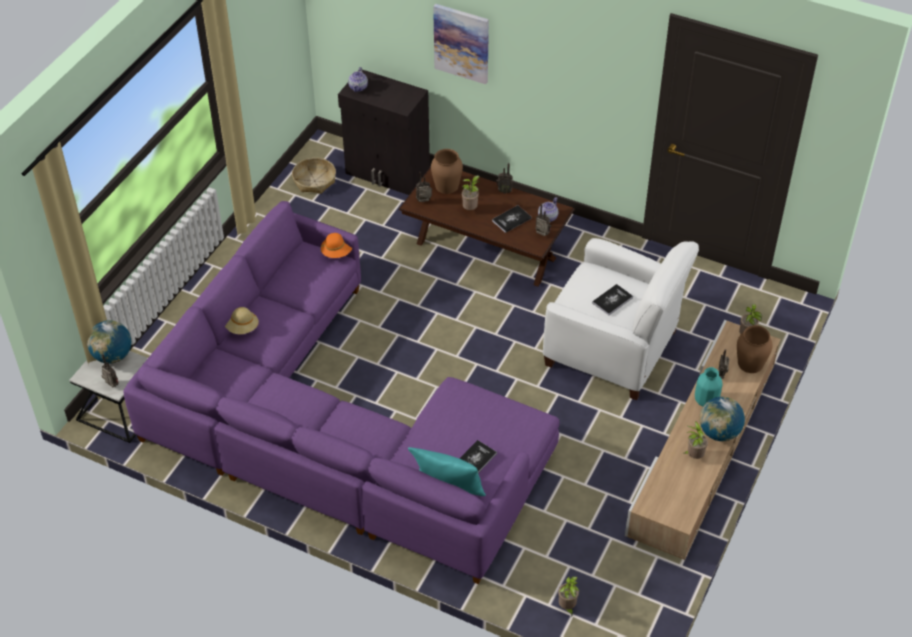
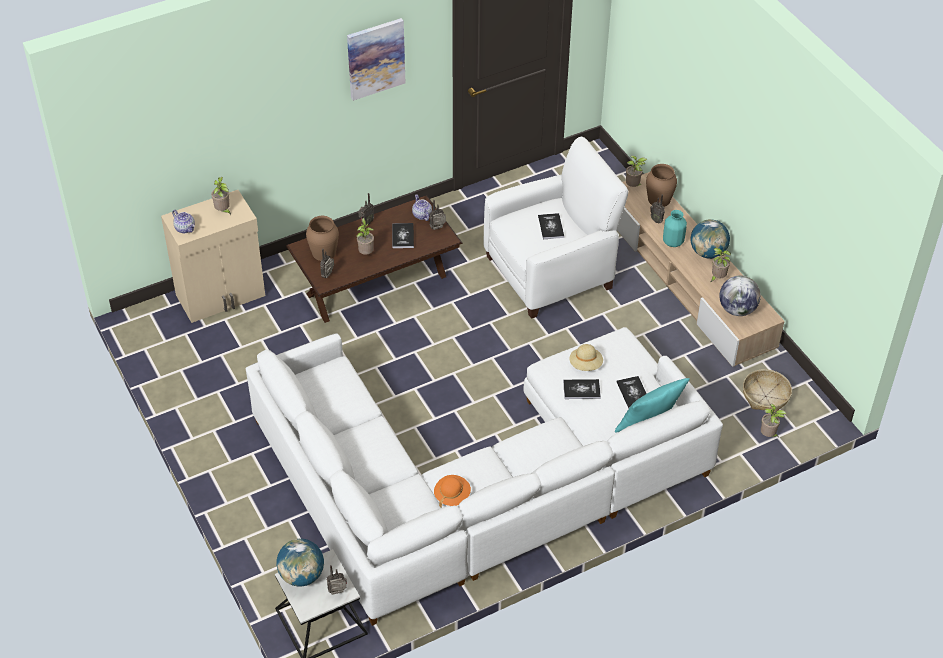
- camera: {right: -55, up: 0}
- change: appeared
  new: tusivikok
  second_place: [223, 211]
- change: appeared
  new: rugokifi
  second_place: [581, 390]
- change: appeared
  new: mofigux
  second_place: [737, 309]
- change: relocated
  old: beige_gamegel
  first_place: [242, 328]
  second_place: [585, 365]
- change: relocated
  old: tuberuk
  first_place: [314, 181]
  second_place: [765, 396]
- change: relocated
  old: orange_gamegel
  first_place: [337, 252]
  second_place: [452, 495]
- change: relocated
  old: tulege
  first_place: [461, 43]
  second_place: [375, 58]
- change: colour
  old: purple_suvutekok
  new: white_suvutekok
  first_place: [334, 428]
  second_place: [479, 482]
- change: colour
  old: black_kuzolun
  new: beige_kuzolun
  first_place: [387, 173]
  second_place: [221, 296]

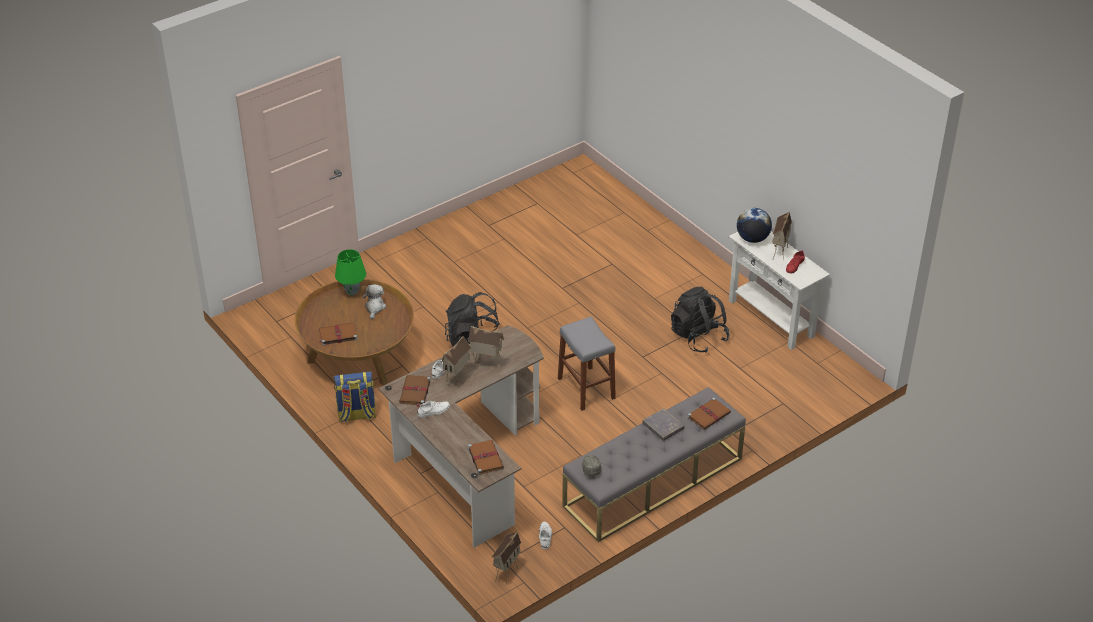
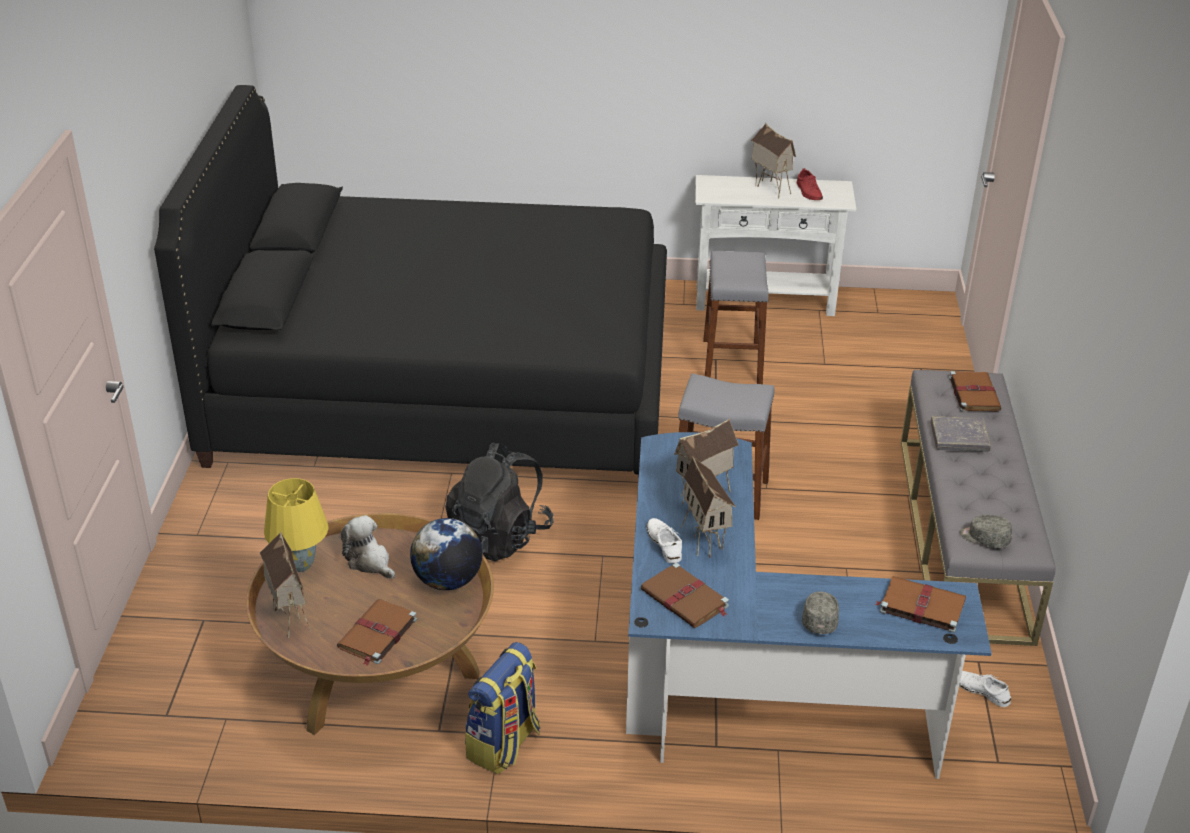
- camera: {right: -50, up: -5}
- change: missing
  old: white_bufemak
  first_place: [433, 411]
- change: appeared
  new: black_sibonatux
  second_place: [445, 387]
- change: appeared
  new: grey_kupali
  second_place: [820, 618]
- change: relocated
  old: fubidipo
  first_place: [506, 572]
  second_place: [289, 617]
- change: relocated
  old: mofigux
  first_place: [752, 239]
  second_place: [447, 581]
- change: exchanged
  old: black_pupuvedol
  new: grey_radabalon
  first_place: [698, 337]
  second_place: [732, 362]
- change: colour
  old: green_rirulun
  new: yellow_rirulun
  first_place: [352, 292]
  second_place: [300, 565]
- change: colour
  old: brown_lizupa
  new: blue_lizupa
  first_place: [467, 460]
  second_place: [741, 680]

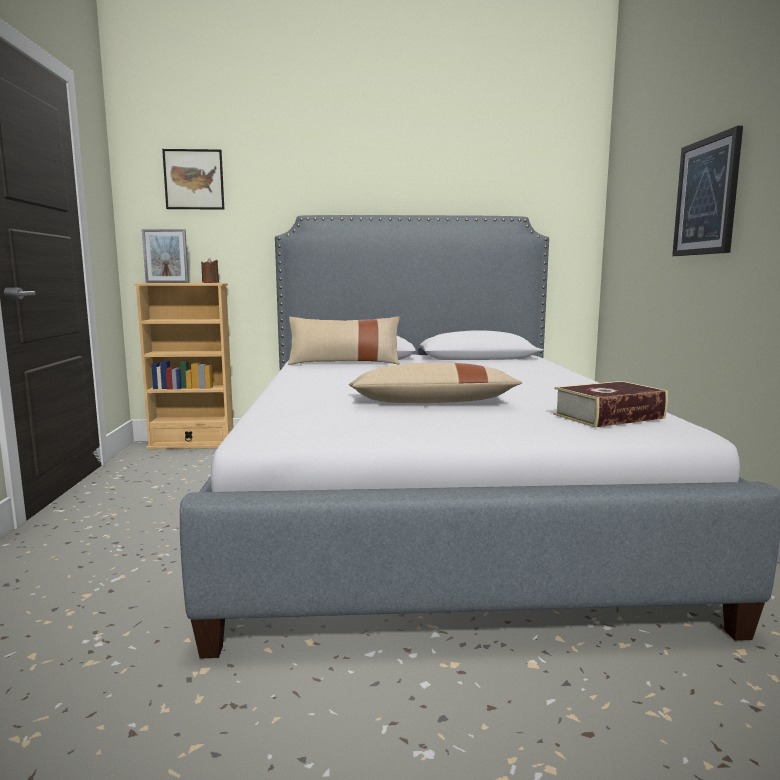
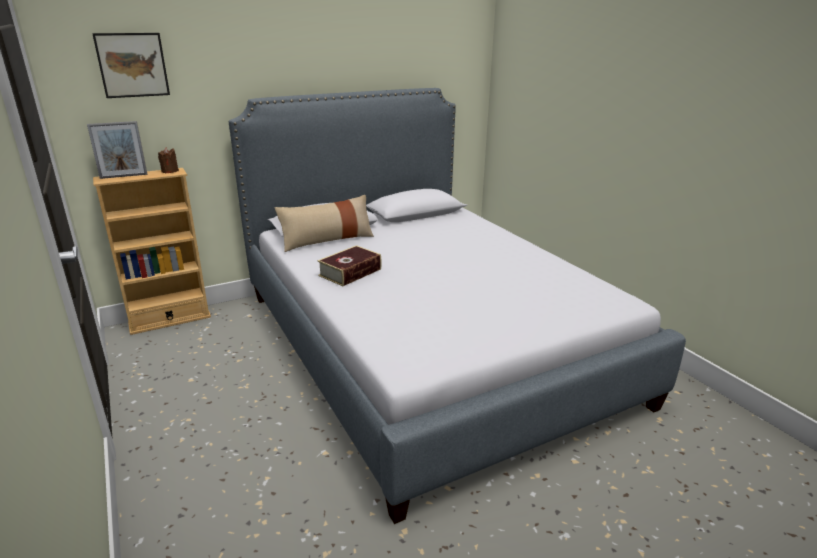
- camera: {right: -25, up: 15}
- change: missing
  old: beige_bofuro
  first_place: [432, 403]
- change: missing
  old: tulege
  first_place: [707, 197]
- change: relocated
  old: rugokifi
  first_place: [608, 416]
  second_place: [350, 272]

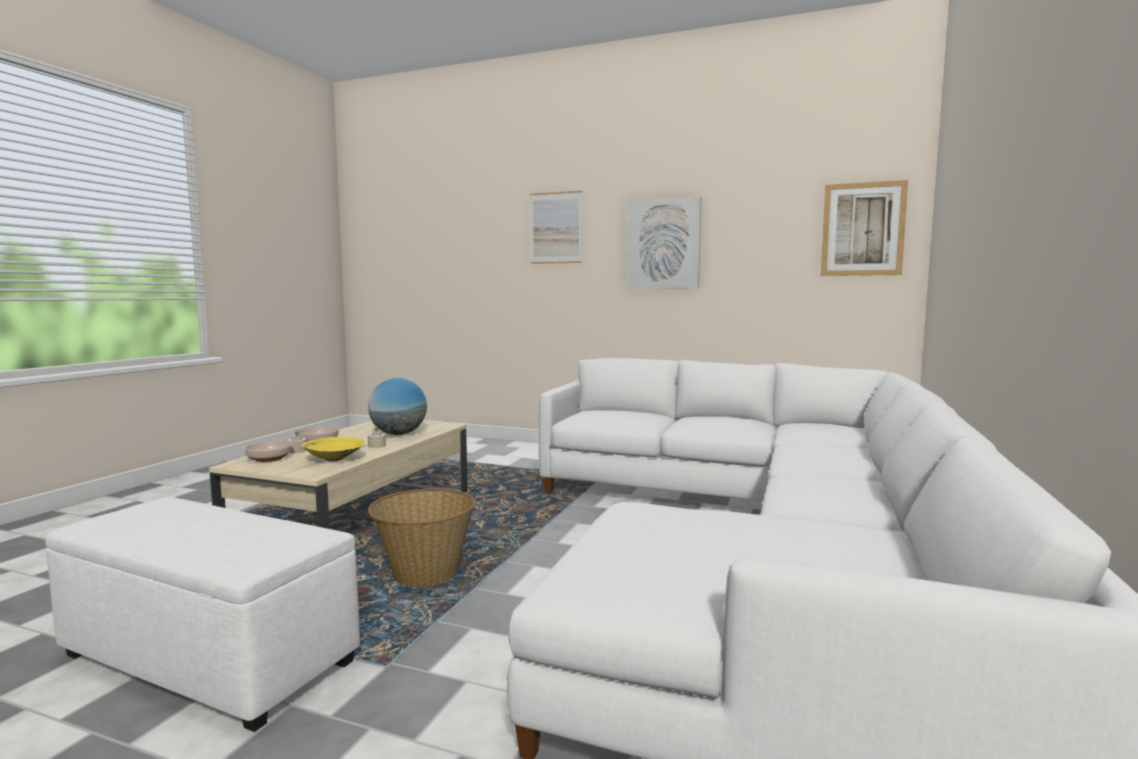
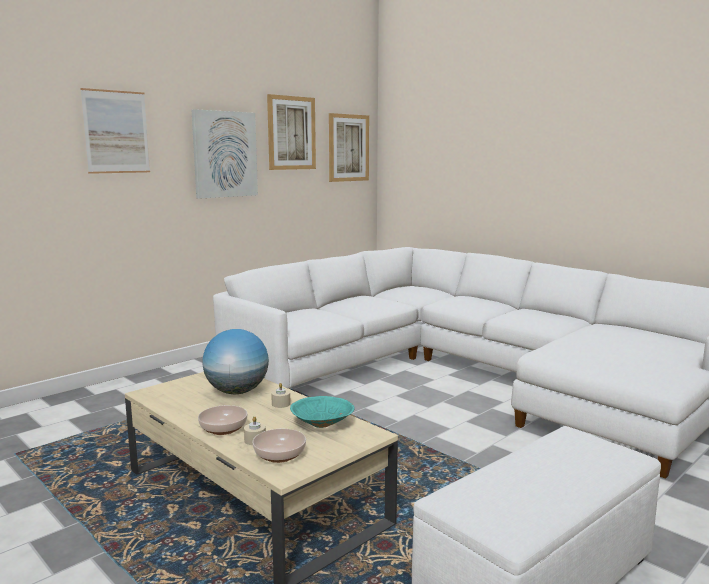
- camera: {right: -65, up: 5}
- change: missing
  old: tuberuk
  first_place: [424, 575]
- change: appeared
  new: tulege
  second_place: [291, 133]
- change: colour
  old: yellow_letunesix
  new: turquoise_letunesix
  first_place: [335, 460]
  second_place: [323, 424]

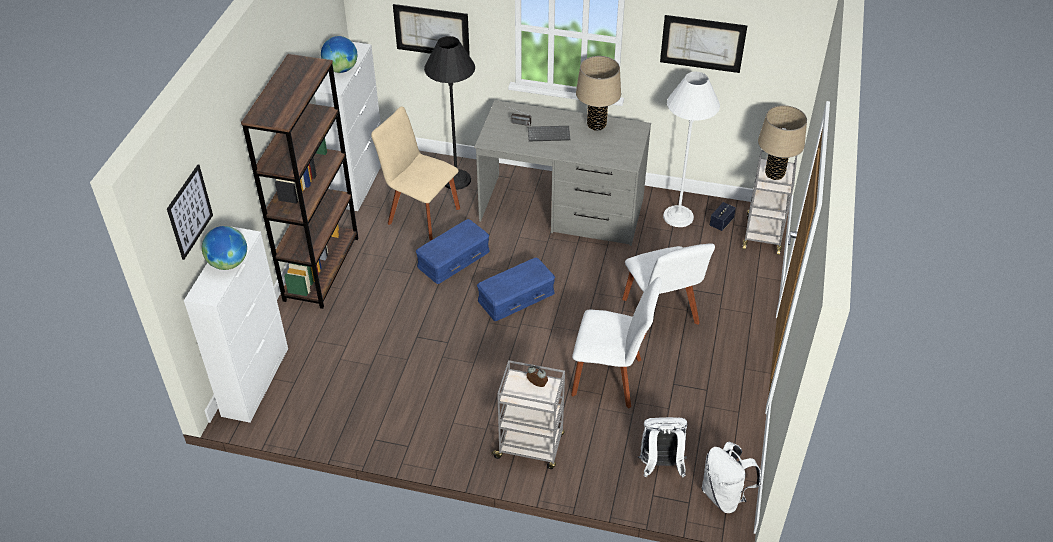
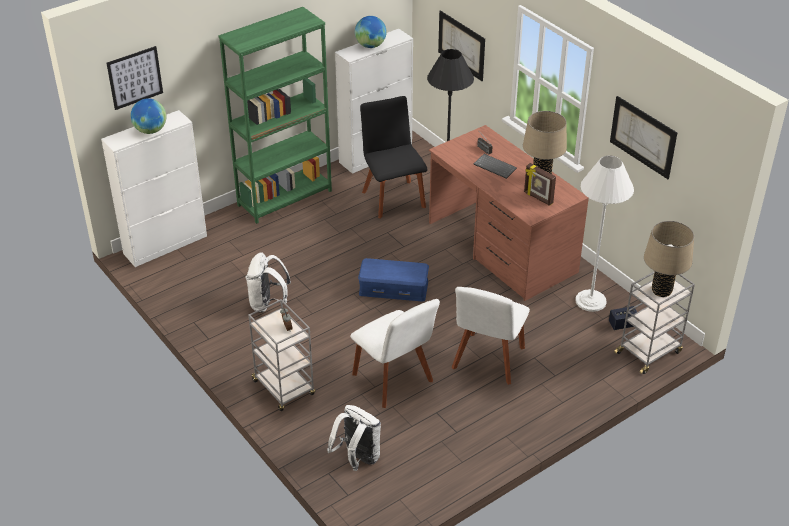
- camera: {right: 40, up: -5}
- change: missing
  old: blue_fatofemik
  first_place: [453, 258]
- change: appeared
  new: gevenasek
  second_place: [538, 198]
- change: relocated
  old: white_pupuvedol
  first_place: [724, 496]
  second_place: [268, 303]
- change: colour
  old: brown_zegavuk
  new: green_zegavuk
  first_place: [321, 268]
  second_place: [285, 198]
- change: colour
  old: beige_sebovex
  new: black_sebovex
  first_place: [421, 214]
  second_place: [393, 197]
- change: colour
  old: grey_lizupa
  new: brown_lizupa
  first_place: [562, 210]
  second_place: [501, 247]

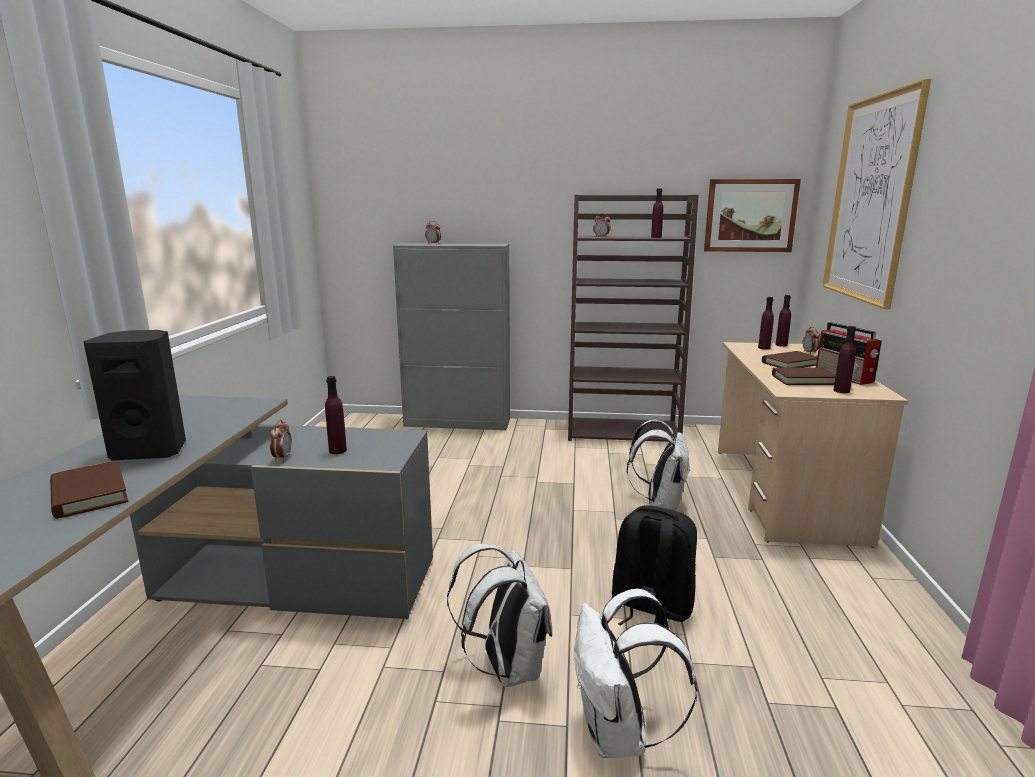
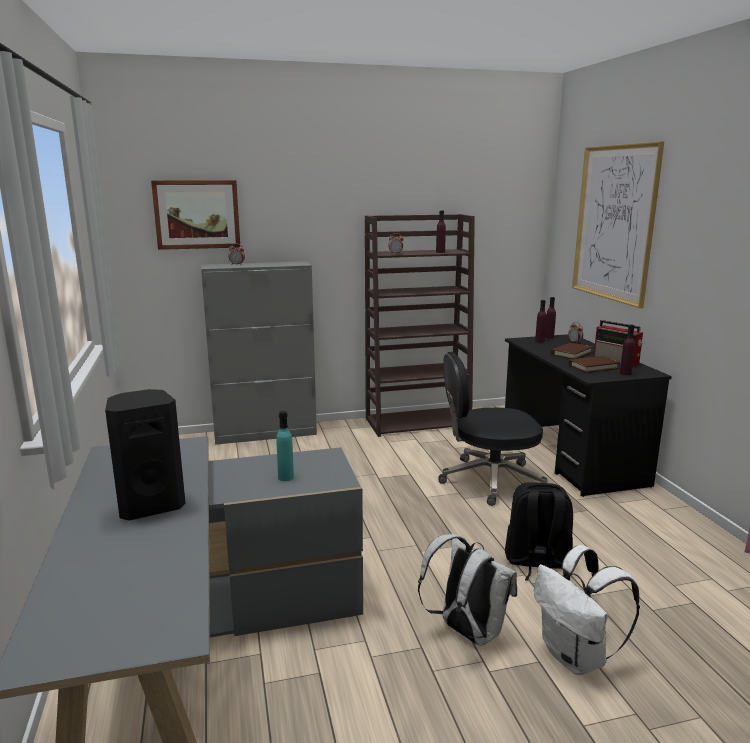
- camera: {right: -20, up: 0}
- change: missing
  old: brown_rugokifi
  first_place: [89, 494]
- change: missing
  old: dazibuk
  first_place: [282, 458]
- change: relocated
  old: tulege
  first_place: [750, 215]
  second_place: [197, 214]
- change: exchanged
  old: white_pupuvedol
  new: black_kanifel
  first_place: [660, 504]
  second_place: [489, 480]
- change: colour
  old: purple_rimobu
  new: turquoise_rimobu
  first_place: [337, 450]
  second_place: [286, 477]
- change: colour
  old: beige_lizupa
  new: black_lizupa
  first_place: [784, 493]
  second_place: [570, 456]

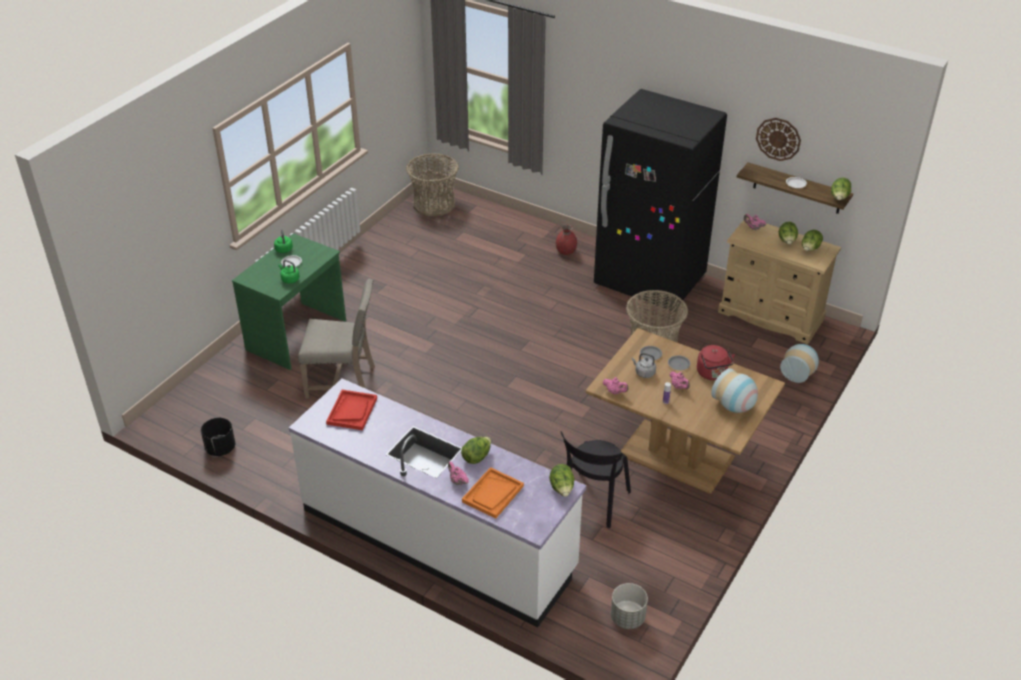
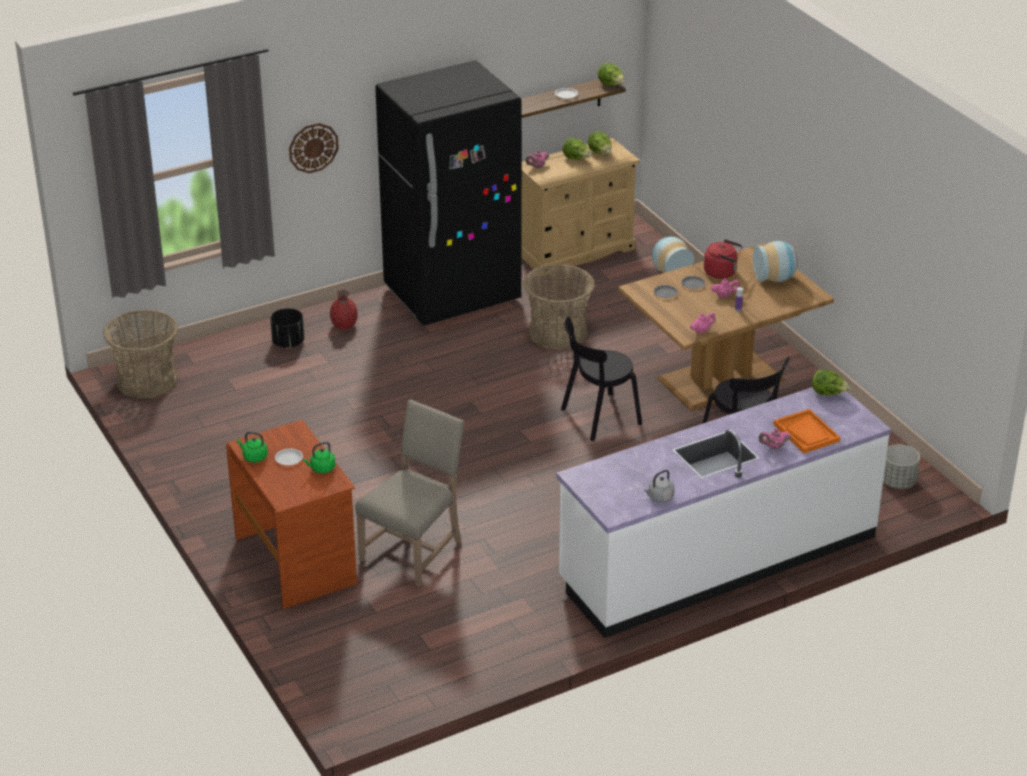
- camera: {right: -60, up: -5}
- change: missing
  old: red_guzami
  first_place: [352, 411]
- change: missing
  old: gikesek
  first_place: [477, 457]
- change: appeared
  new: black_sebovex
  second_place: [597, 418]
- change: relocated
  old: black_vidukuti
  first_place: [220, 448]
  second_place: [288, 343]
- change: relocated
  old: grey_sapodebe
  first_place: [644, 373]
  second_place: [659, 498]
- change: relocated
  old: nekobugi
  first_place: [778, 139]
  second_place: [313, 147]
- change: colour
  old: green_lizupa
  new: brown_lizupa
  first_place: [297, 335]
  second_place: [297, 560]

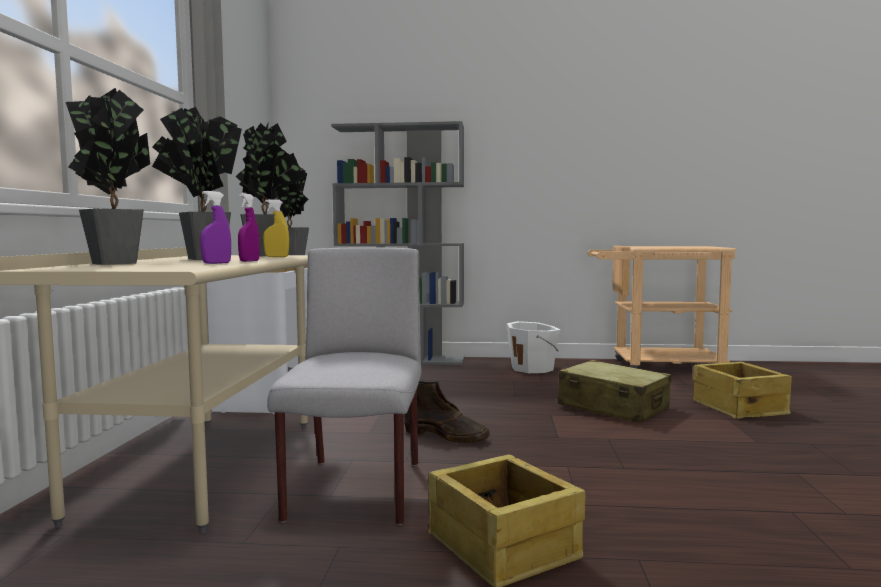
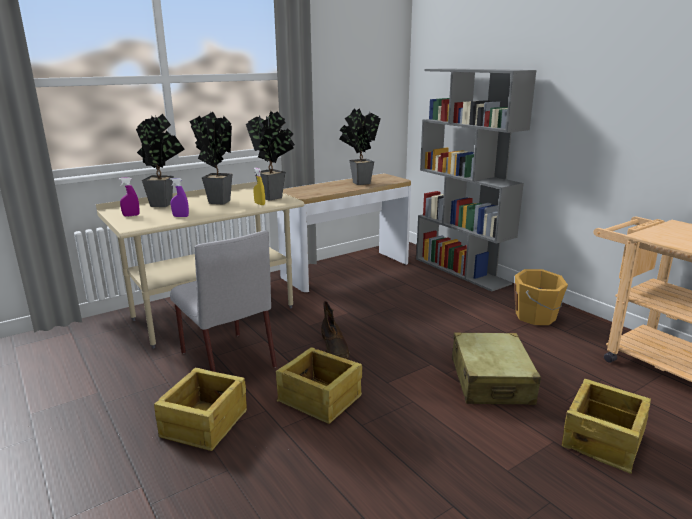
- camera: {right: 50, up: 15}
- change: appeared
  new: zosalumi
  second_place: [320, 399]
- change: relocated
  old: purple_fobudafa
  first_place: [249, 261]
  second_place: [131, 215]
- change: colour
  old: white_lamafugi
  new: orange_lamafugi
  first_place: [533, 368]
  second_place: [536, 317]
- change: spun
  old: grey_sebovex
  first_place: [355, 491]
  second_place: [227, 359]
  degrees: 90

